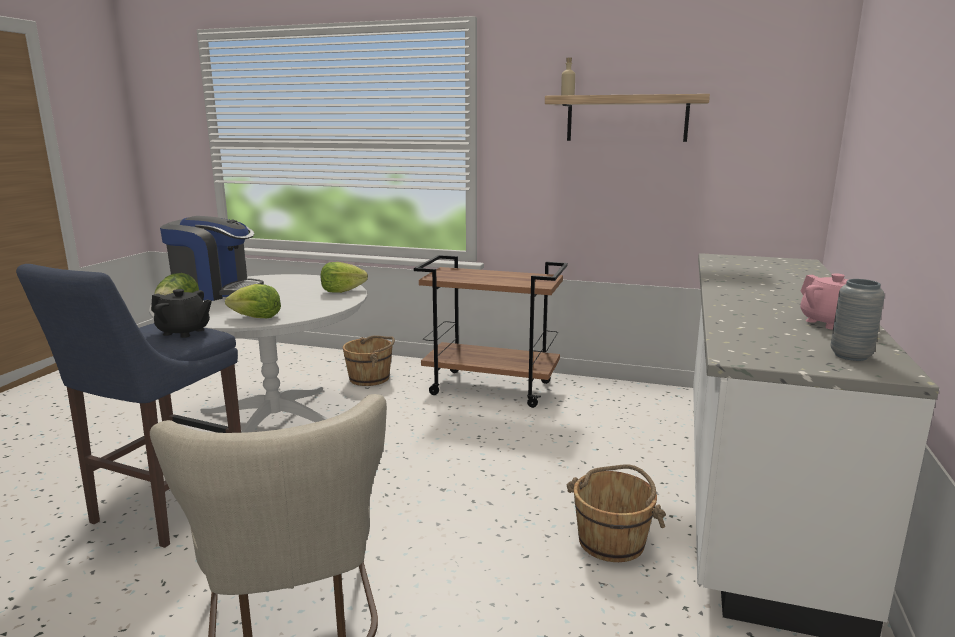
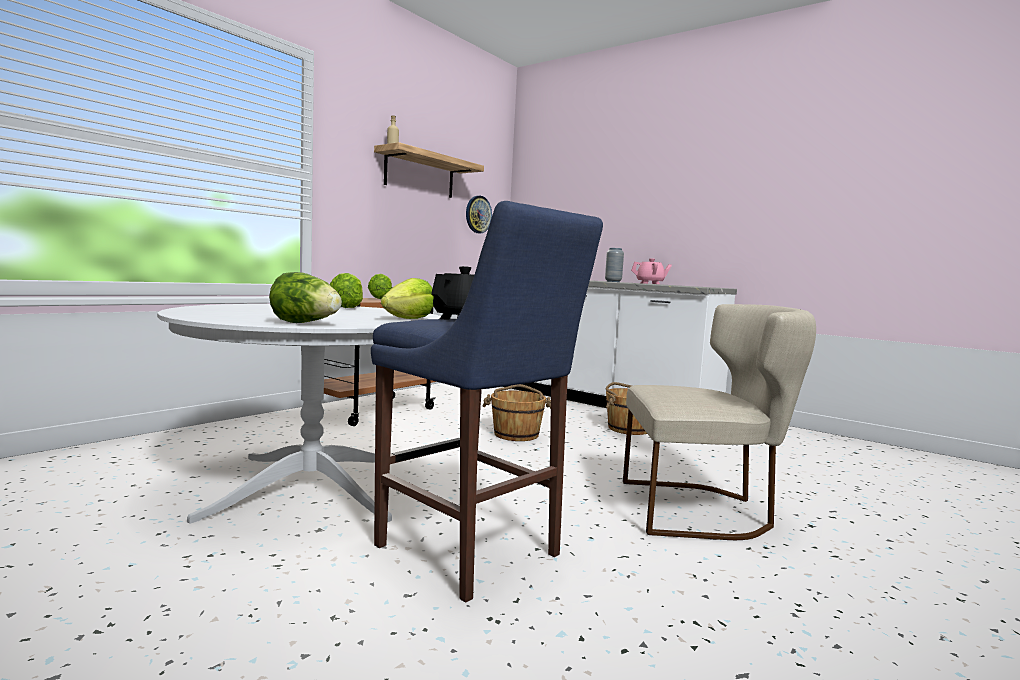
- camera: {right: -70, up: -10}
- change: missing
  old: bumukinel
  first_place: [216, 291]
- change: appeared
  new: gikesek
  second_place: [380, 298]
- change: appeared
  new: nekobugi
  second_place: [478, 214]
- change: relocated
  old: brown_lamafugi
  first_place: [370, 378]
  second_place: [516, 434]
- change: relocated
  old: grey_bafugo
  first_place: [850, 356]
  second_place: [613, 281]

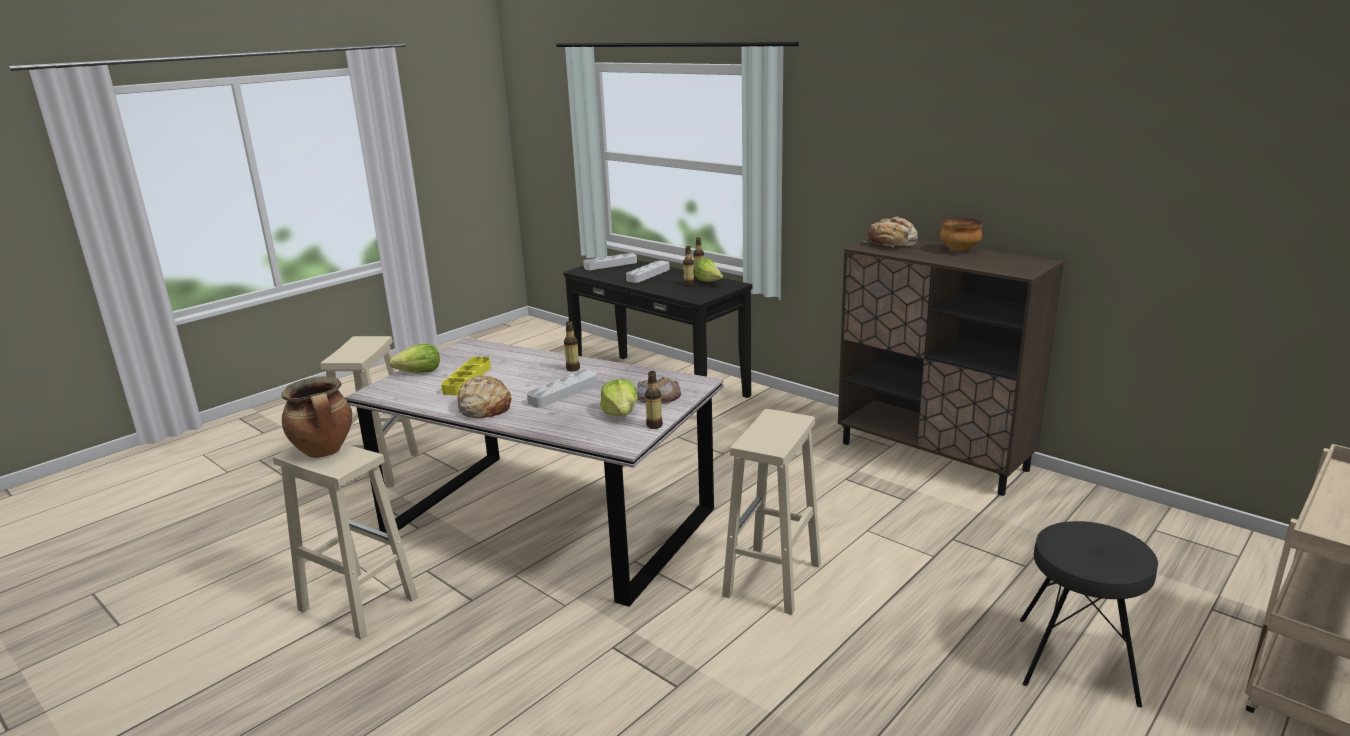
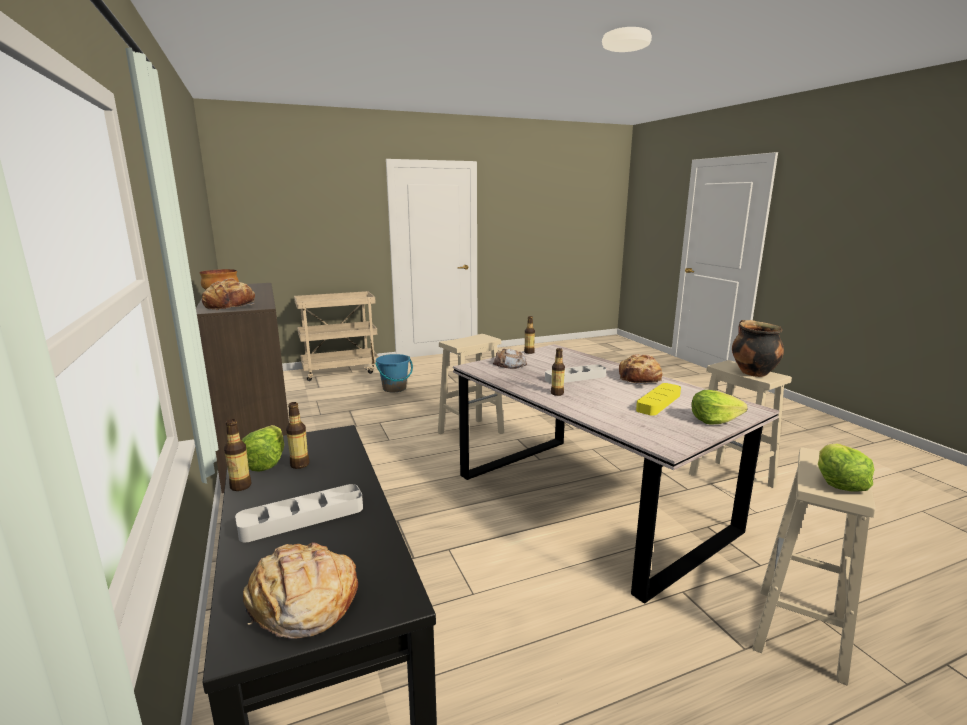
- camera: {right: -155, up: -5}
- change: relocated
  old: gikesek
  first_place: [621, 413]
  second_place: [838, 482]
- change: exchanged
  old: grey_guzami
  new: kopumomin
  first_place: [610, 265]
  second_place: [302, 603]
- change: exchanged
  old: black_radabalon
  new: blue_lamafugi
  first_place: [1076, 660]
  second_place: [394, 388]

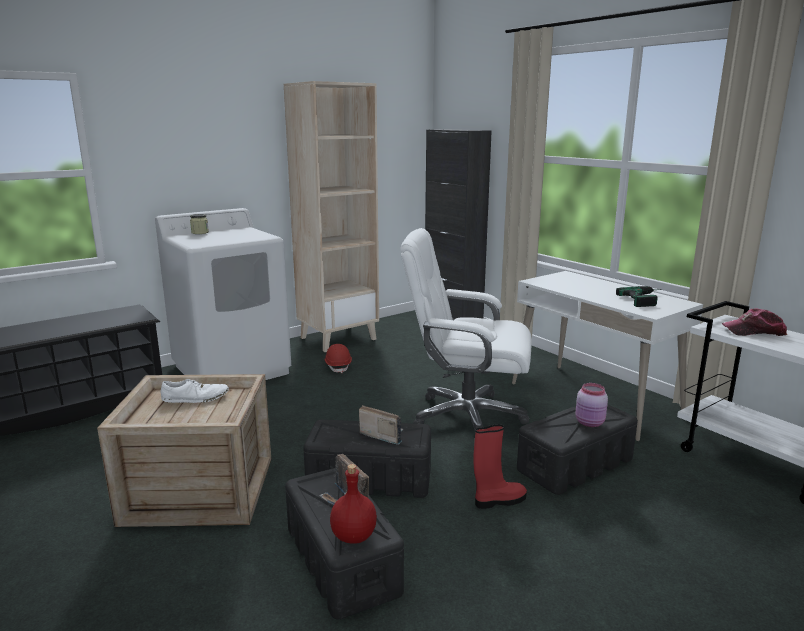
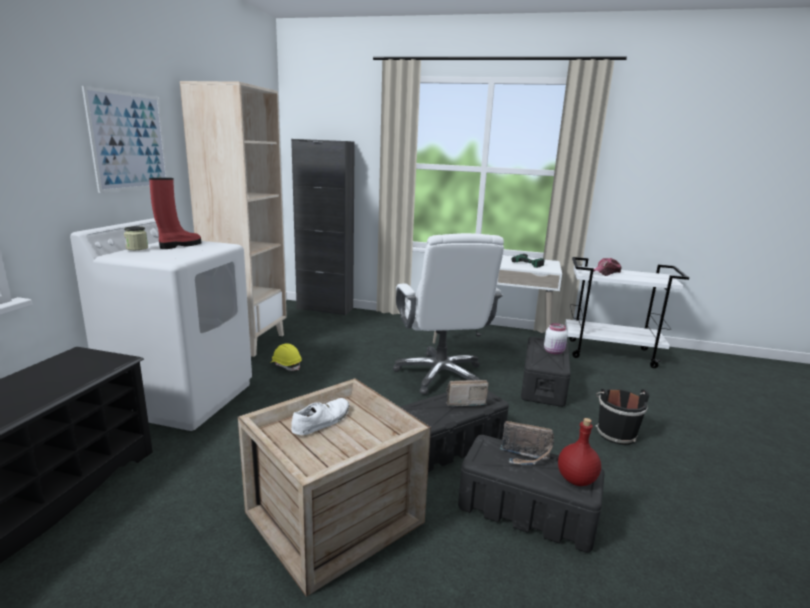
- camera: {right: -40, up: 0}
- change: appeared
  new: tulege
  second_place: [129, 142]
- change: appeared
  new: black_lamafugi
  second_place: [615, 433]
- change: relocated
  old: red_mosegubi
  first_place: [499, 501]
  second_place: [179, 245]
- change: colour
  old: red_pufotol
  new: yellow_pufotol
  first_place: [338, 366]
  second_place: [286, 365]
- change: colour
  old: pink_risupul
  new: white_risupul
  first_place: [590, 423]
  second_place: [554, 352]
- change: spun
  old: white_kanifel
  first_place: [466, 417]
  second_place: [440, 375]
  degrees: -75

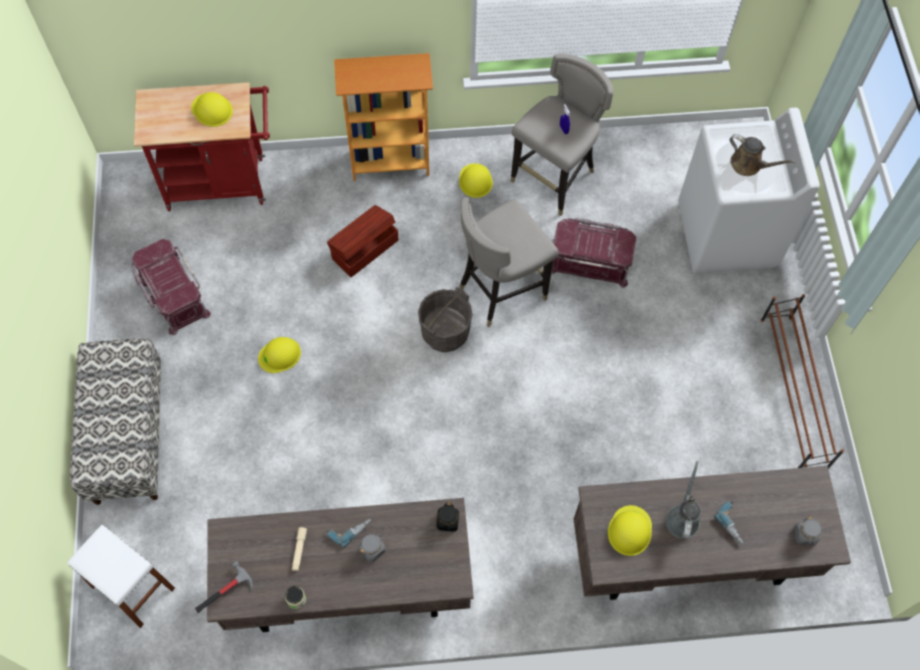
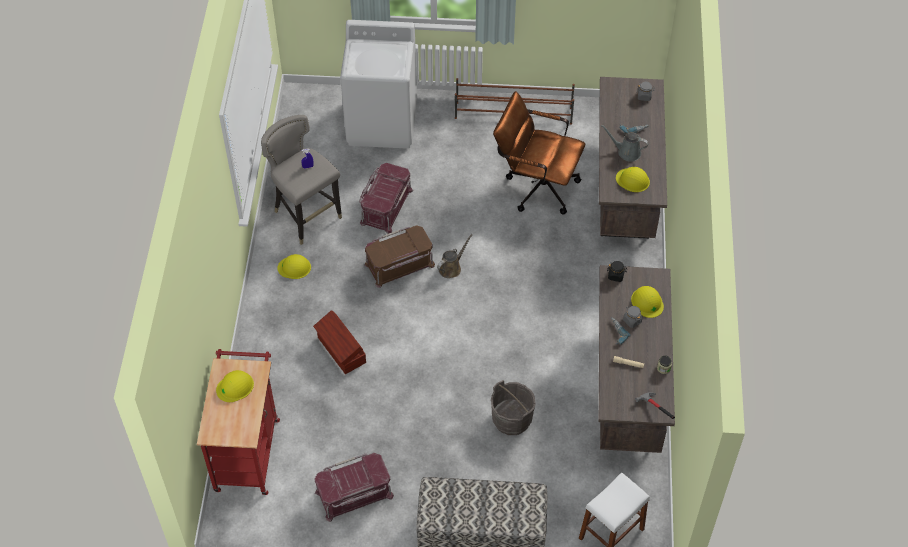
- camera: {right: -80, up: -10}
- change: missing
  old: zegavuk
  first_place: [390, 162]
- change: appeared
  new: brown_kanifel
  second_place: [536, 186]
- change: relocated
  old: yellow_pufotol
  first_place: [280, 355]
  second_place: [647, 302]
- change: relocated
  old: grey_lamafugi
  first_place: [445, 332]
  second_place: [511, 419]
- change: relocated
  old: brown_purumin
  first_place: [749, 165]
  second_place: [451, 267]
- change: exchanged
  old: grey_radabalon
  new: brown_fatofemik
  first_place: [500, 291]
  second_place: [399, 265]

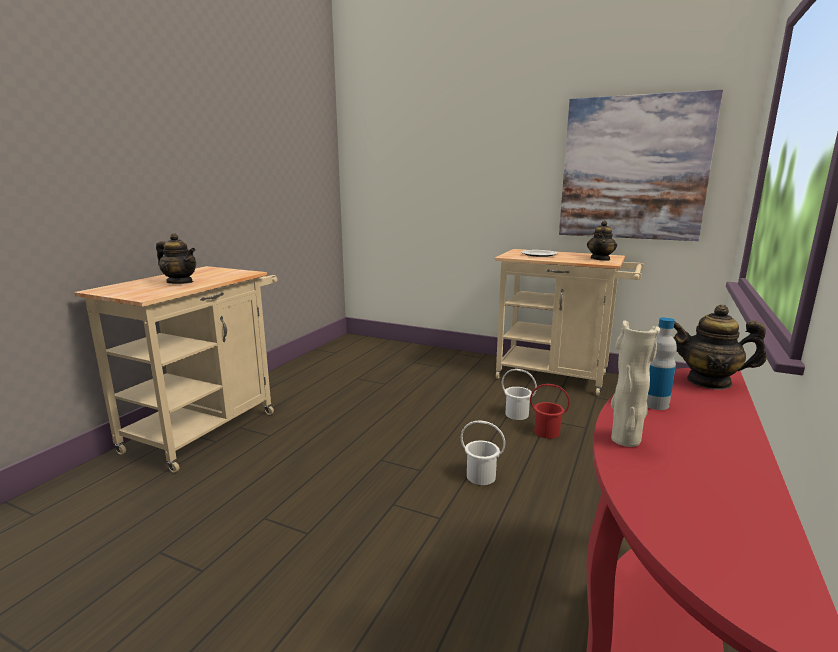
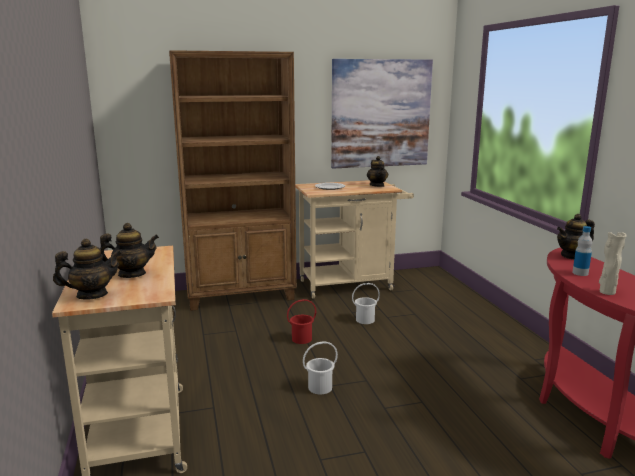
- camera: {right: -40, up: 0}
- change: appeared
  new: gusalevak
  second_place: [92, 295]
- change: appeared
  new: brown_zegavuk
  second_place: [241, 296]
- change: relocated
  old: white_lamafugi
  first_place: [481, 476]
  second_place: [319, 387]
- change: relocated
  old: red_lamafugi
  first_place: [546, 432]
  second_place: [301, 339]

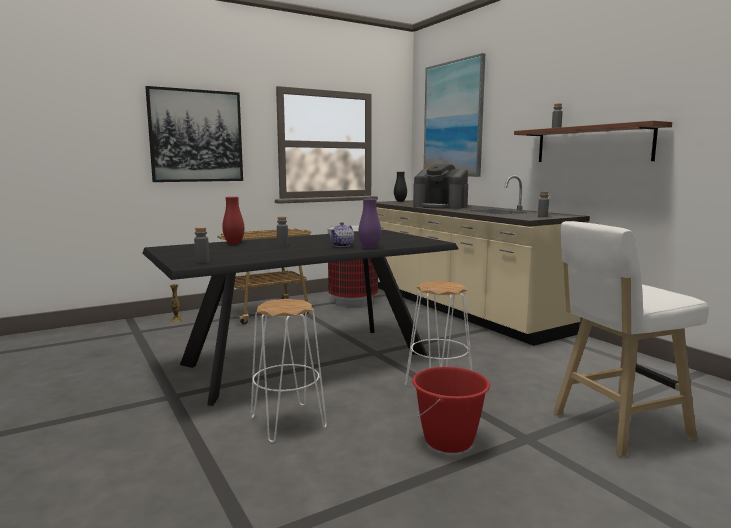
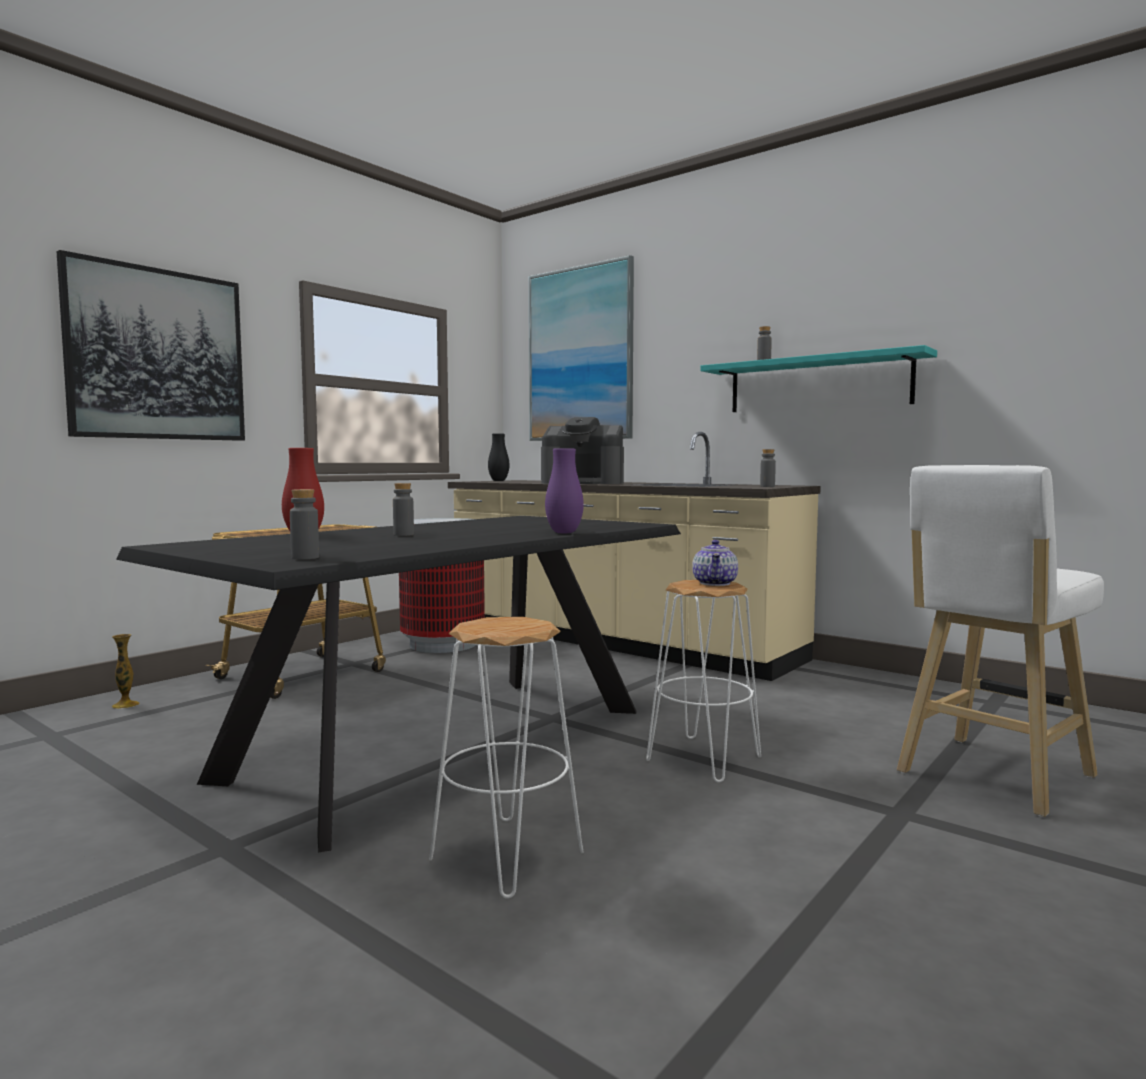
- camera: {right: -20, up: -5}
- change: missing
  old: red_lamafugi
  first_place: [449, 441]
- change: relocated
  old: gusalevak
  first_place: [342, 245]
  second_place: [715, 583]
- change: colour
  old: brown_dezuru
  new: turquoise_dezuru
  first_place: [592, 144]
  second_place: [817, 384]

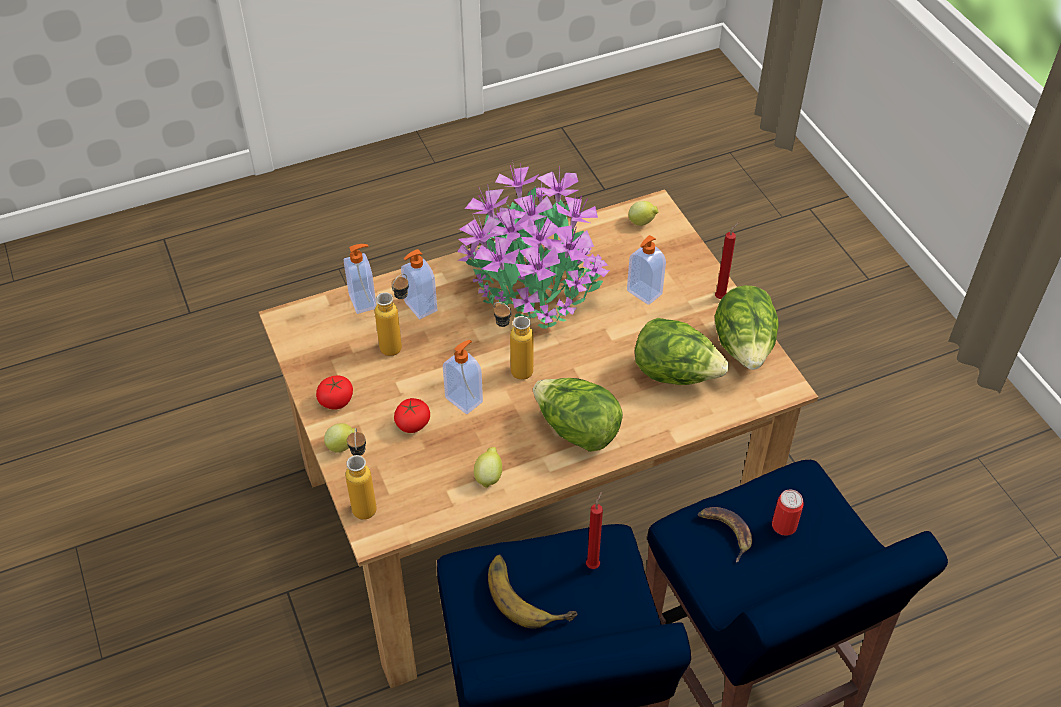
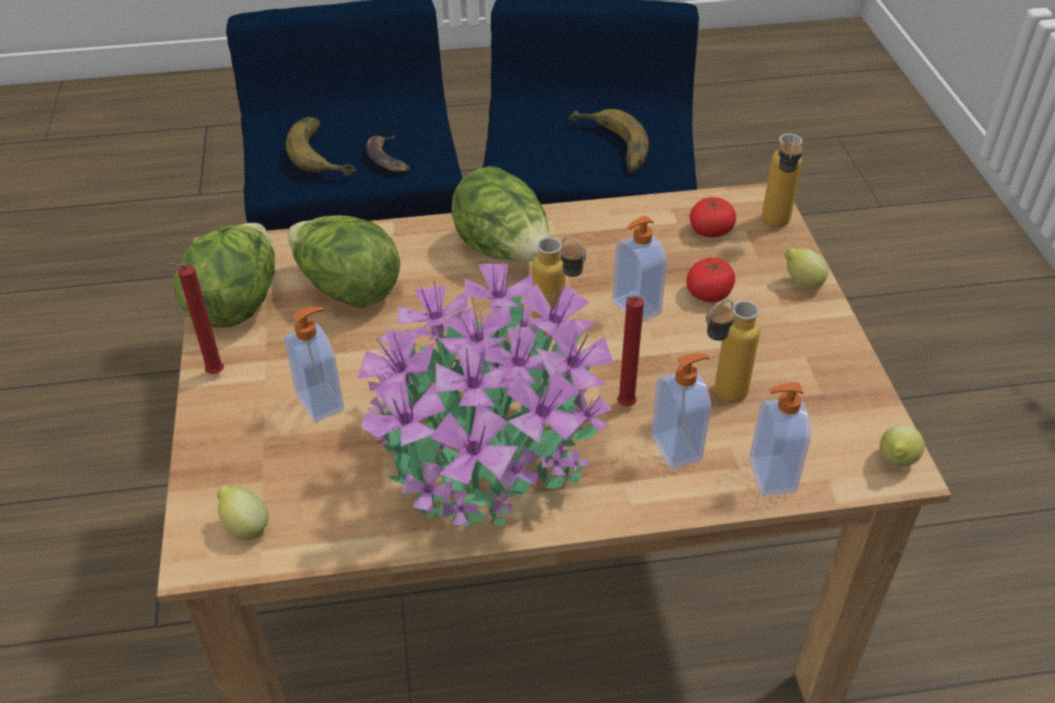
- camera: {right: -165, up: -5}
- change: relocated
  old: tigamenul
  first_place: [336, 400]
  second_place: [710, 230]
- change: relocated
  old: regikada
  first_place: [489, 476]
  second_place: [895, 462]
- change: relocated
  old: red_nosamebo
  first_place: [593, 564]
  second_place: [624, 406]
- change: exchanged
  old: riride
  new: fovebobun
  first_place: [784, 525]
  second_place: [327, 152]

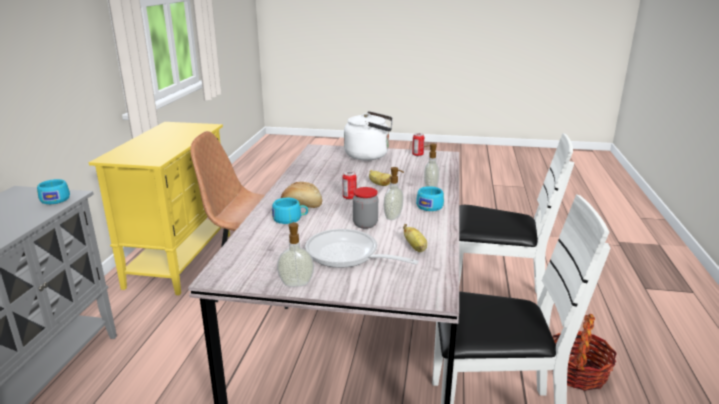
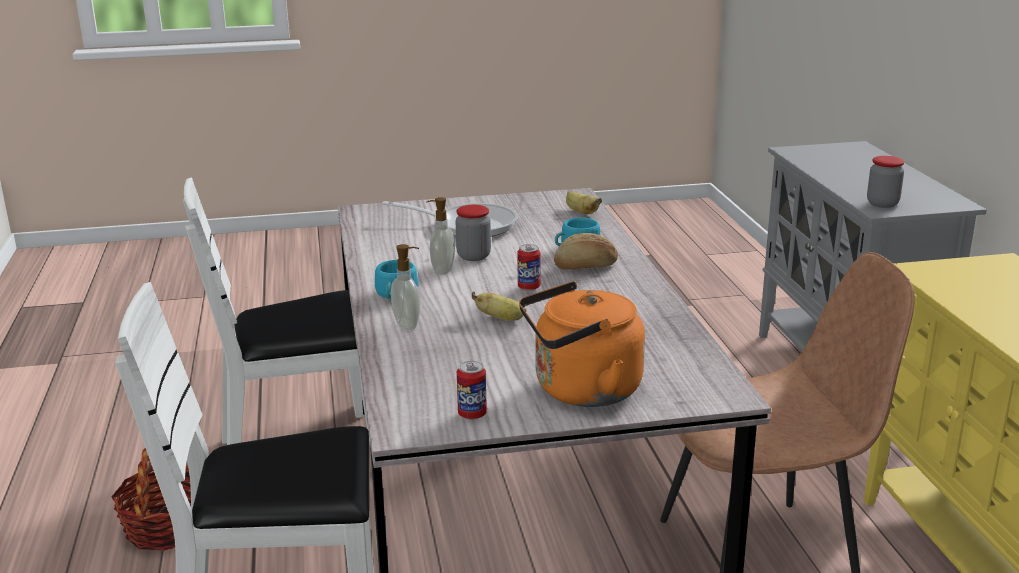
- camera: {right: 160, up: 0}
- change: missing
  old: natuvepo
  first_place: [296, 283]
- change: relocated
  old: fovebobun
  first_place: [415, 248]
  second_place: [580, 212]
- change: exchanged
  old: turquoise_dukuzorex
  new: risupul
  first_place: [56, 199]
  second_place: [882, 204]
- change: colour
  old: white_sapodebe
  new: orange_sapodebe
  first_place: [369, 155]
  second_place: [581, 391]

